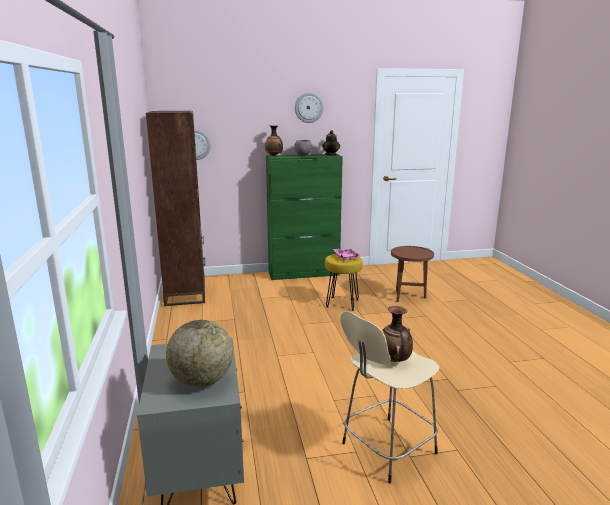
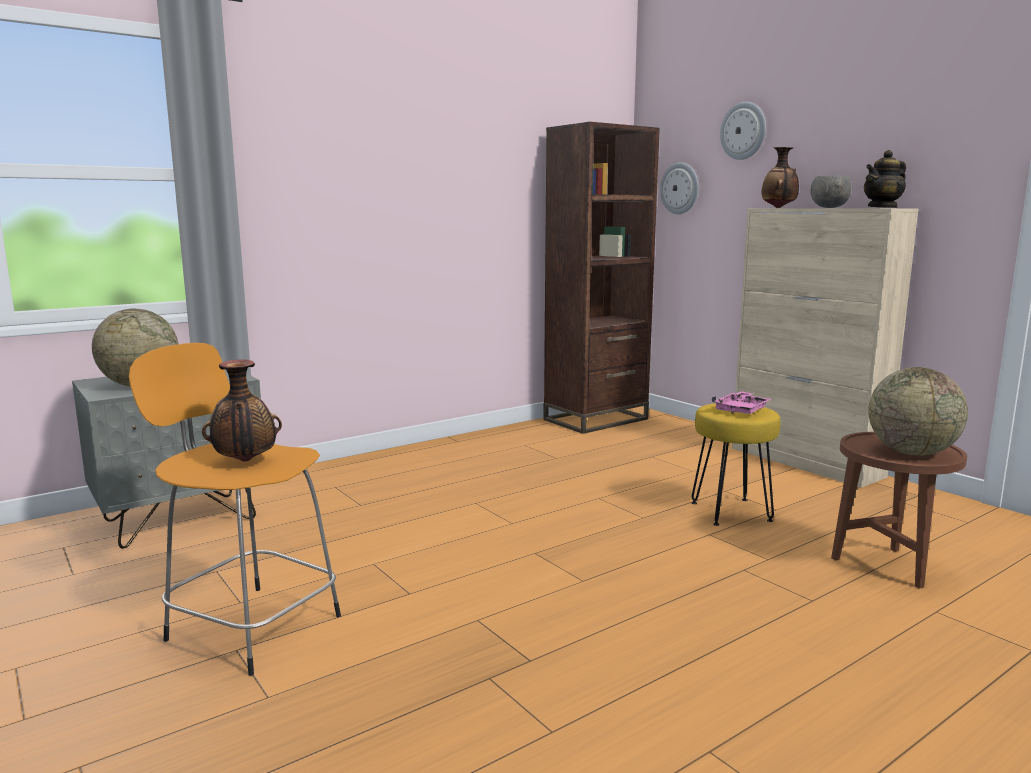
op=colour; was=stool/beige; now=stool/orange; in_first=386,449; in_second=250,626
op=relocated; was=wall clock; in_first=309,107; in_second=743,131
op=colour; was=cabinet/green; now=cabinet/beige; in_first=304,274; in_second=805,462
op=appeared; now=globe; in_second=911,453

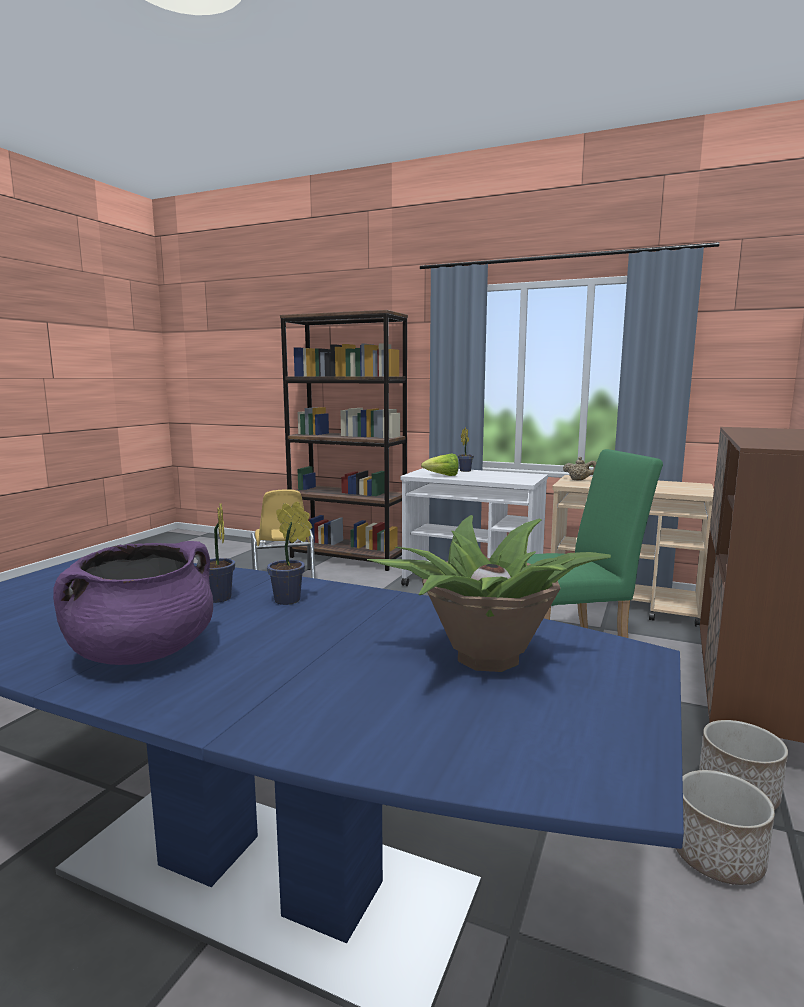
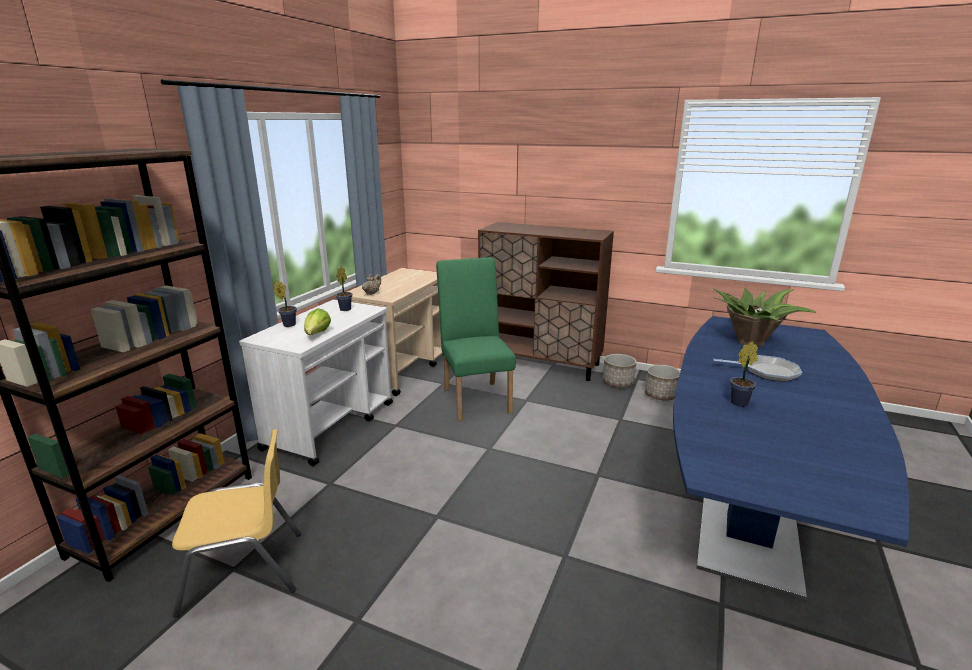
op=relocated; was=potted plant; in_first=290,601; in_second=346,309
op=appeared; now=frying pan; in_second=767,372
op=missing; was=cooking pot/purple; in_first=143,653

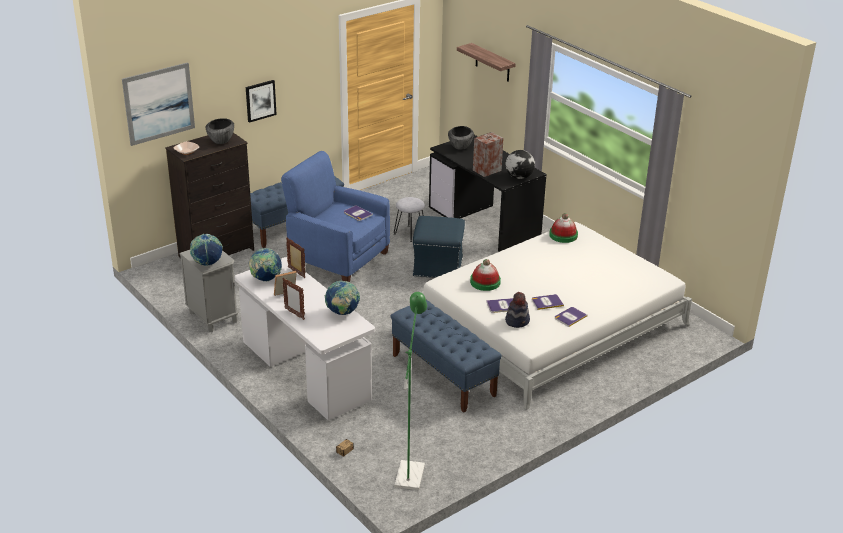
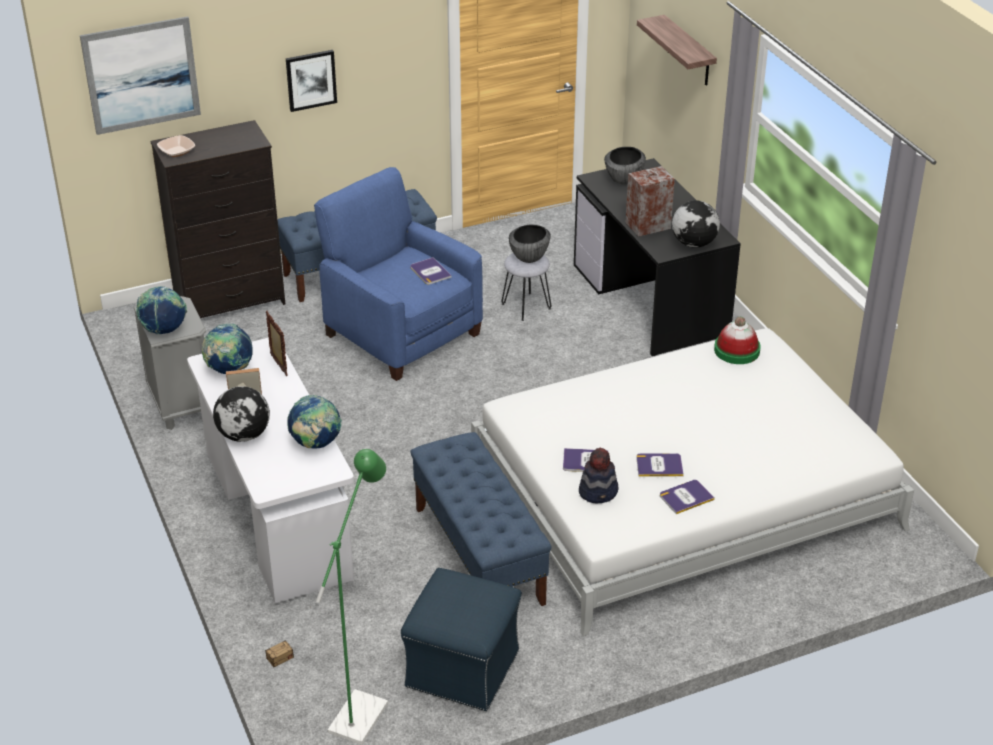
op=exchanged; was=picture frame; now=globe; in_first=294,314; in_second=244,435
op=relocated; was=ottoman/blue; in_first=438,266; in_second=463,667
op=relocated; was=bowl; in_first=221,141; in_second=529,257
op=missing; was=hat; in_first=485,282

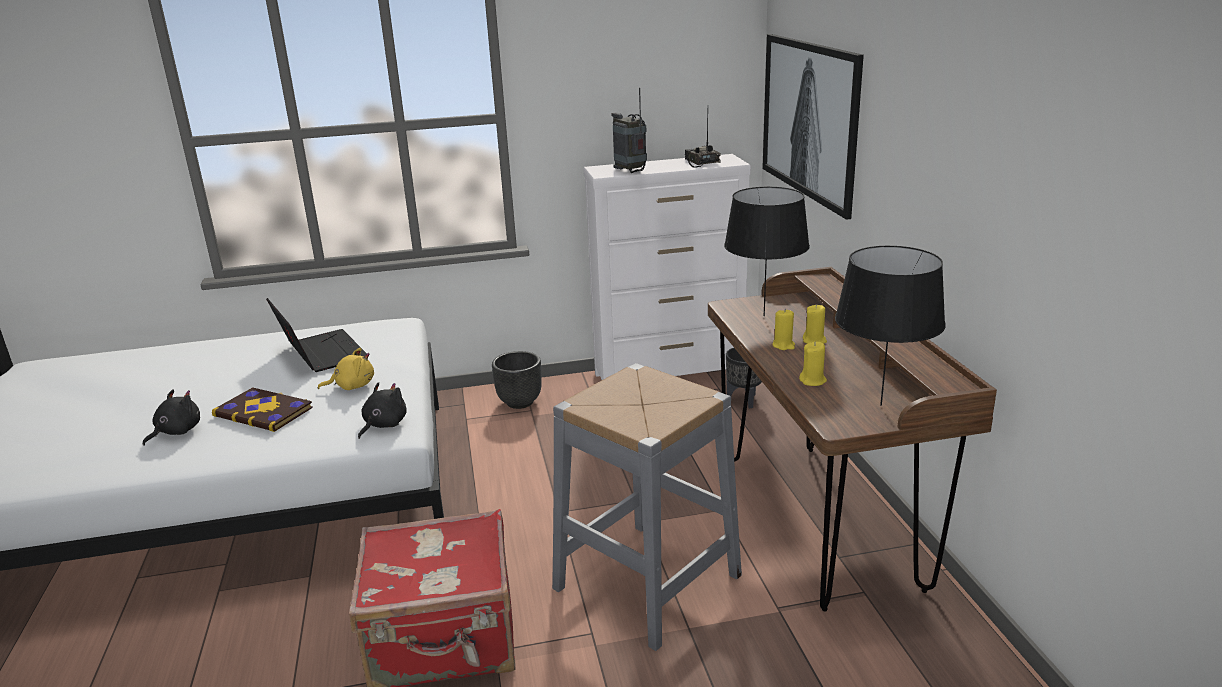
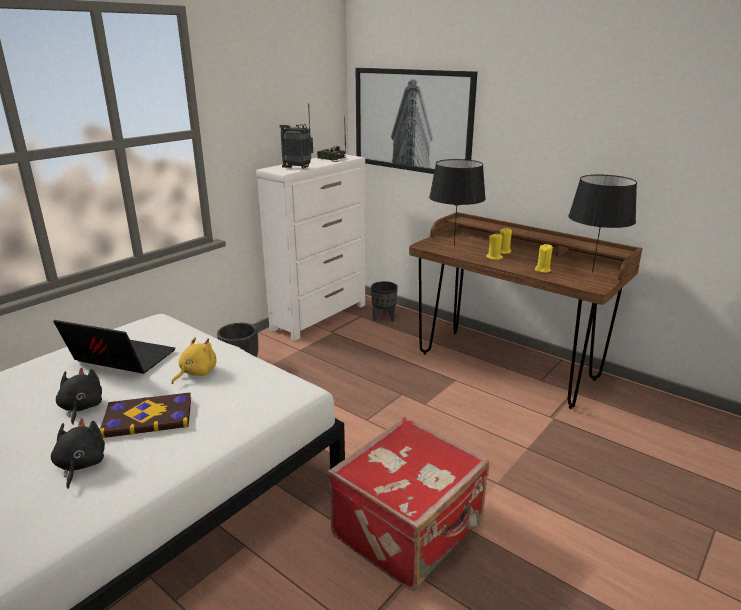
op=relocated; was=plush toy/black; in_first=383,425; in_second=81,408
op=missing; was=stool/grey; in_first=647,581

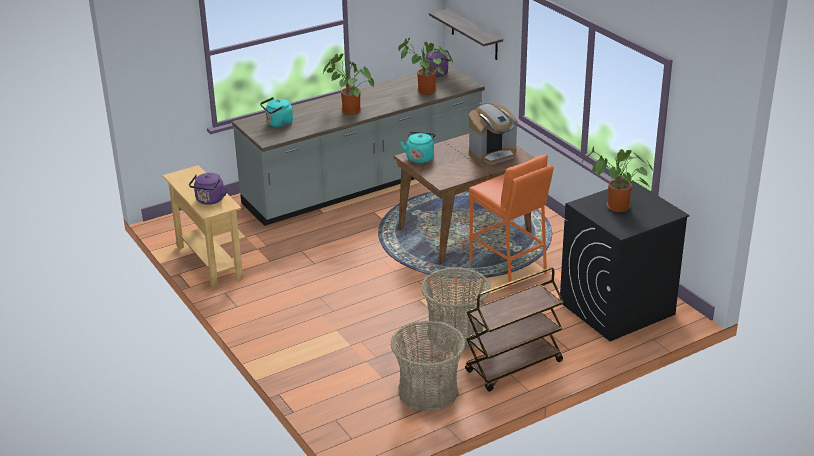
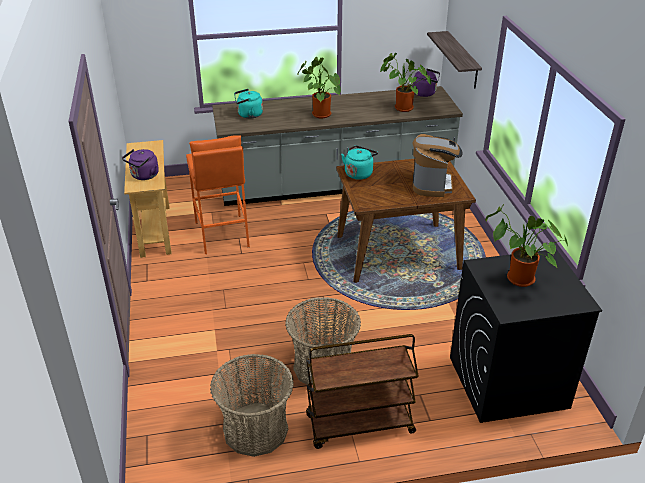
op=relocated; was=stool/orange; in_first=508,268; in_second=222,234
op=spun; was=coffee machine; in_first=492,154; in_second=432,184; clockwise=-75

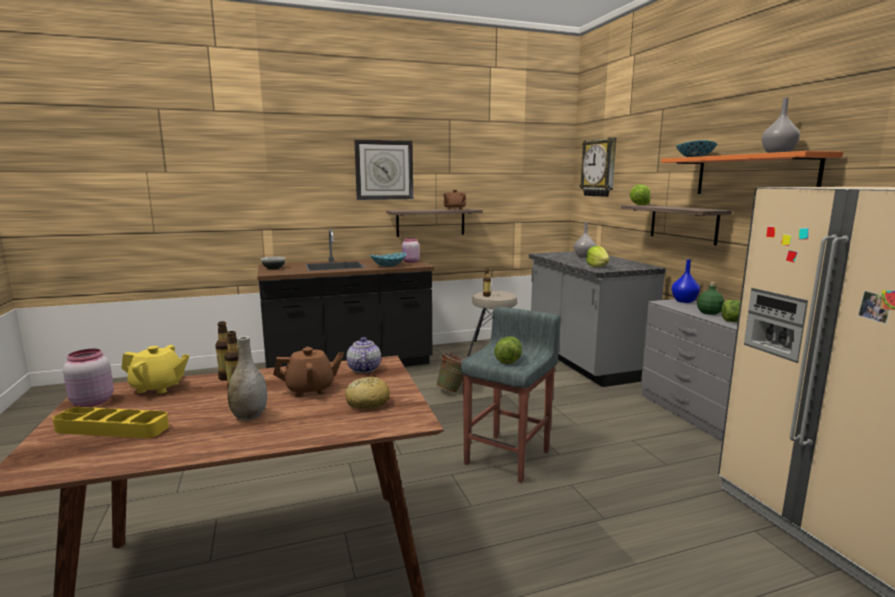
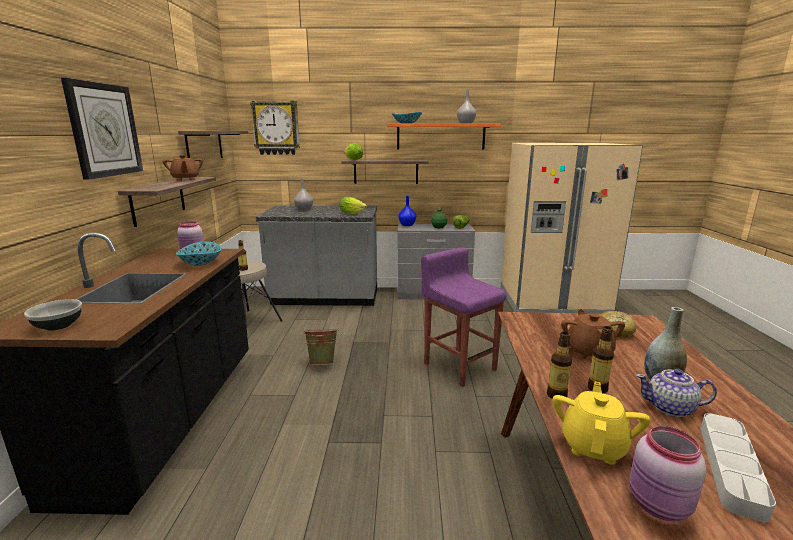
op=appeared; now=shelf; in_second=204,145
op=colour; was=stool/grey; now=stool/purple; in_first=508,457; in_second=459,366
op=relocated; was=teapot; in_first=363,369; in_second=671,408
op=colour; was=tray/yellow; now=tray/grey; in_first=112,428; in_second=730,467
op=missing; was=lettuce; in_first=508,359

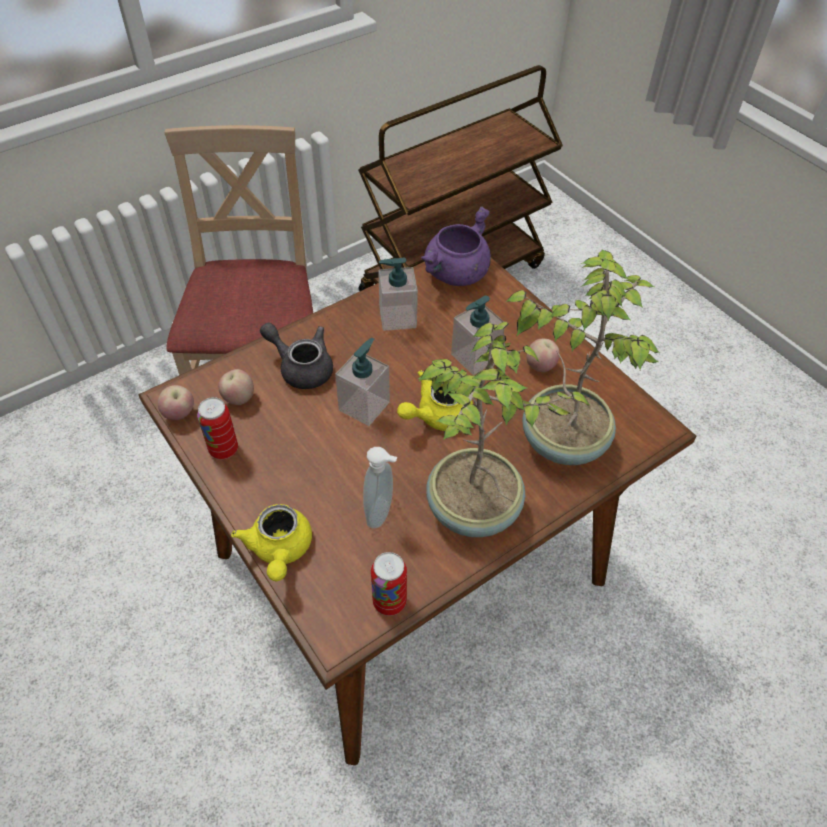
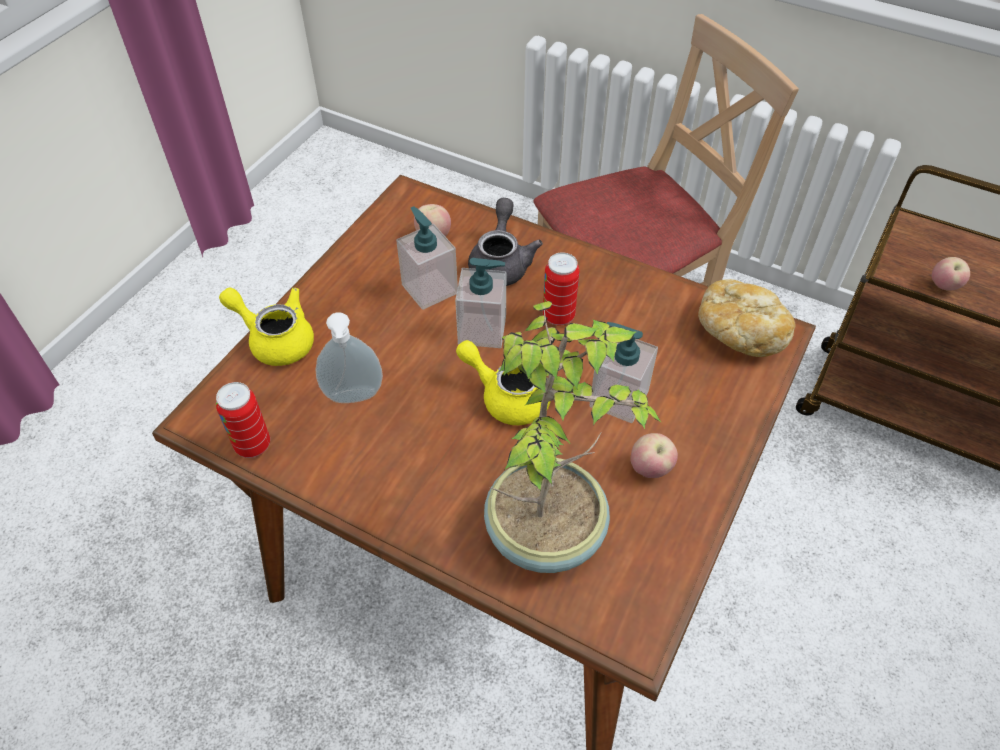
op=spun; was=teapot/yellow; in_first=279,550; in_second=275,339; clockwise=60
op=relocated; was=soap dispenser; in_first=397,317; in_second=429,289
op=relocated; was=can; in_first=224,449; in_second=558,316
op=exchanged; was=cooking pot/purple; now=bread; in_first=456,274; in_second=739,332
op=relocated; was=apple; in_first=179,414; in_second=943,286
op=missing; was=potted plant; in_first=474,511

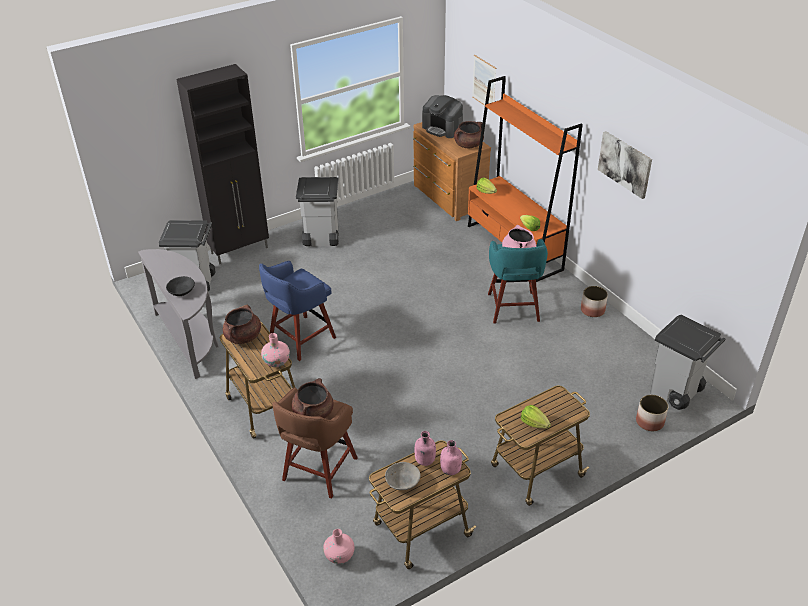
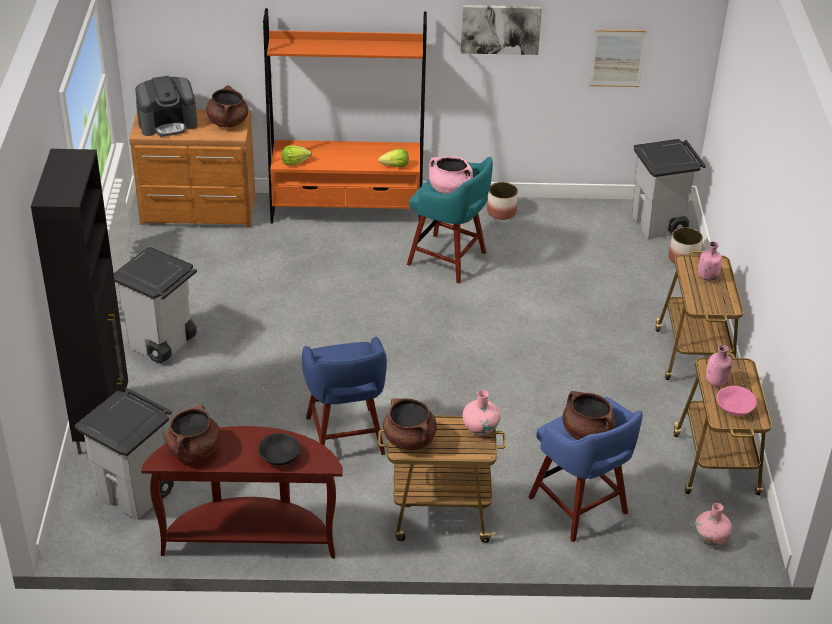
op=colour; was=console table/grey; now=console table/brown; in_first=190,339; in_second=250,537
op=appeared; now=cooking pot/brown; in_second=194,451
op=colour; was=stool/brown; now=stool/blue; in_first=318,471; in_second=579,507
op=relocated; was=picture; in_first=484,82; in_second=617,58
op=relocated; was=bottle/pink; in_first=451,470; in_second=707,277
op=colour; was=bowl/grey; now=bowl/pink; in_first=403,481; in_second=734,407
op=missing; was=lettuce; in_first=534,423

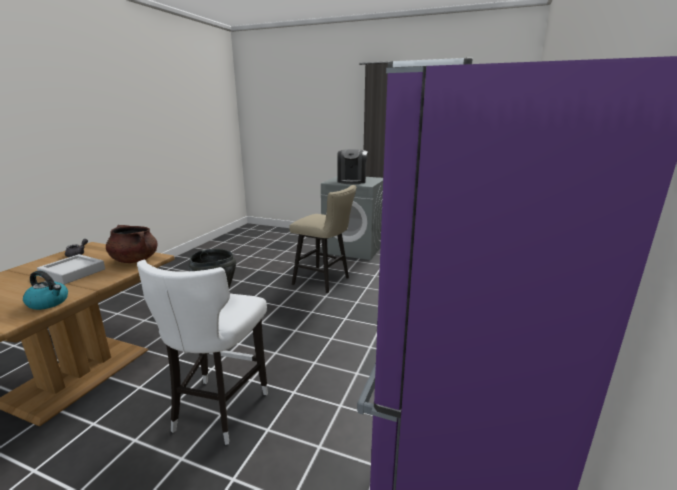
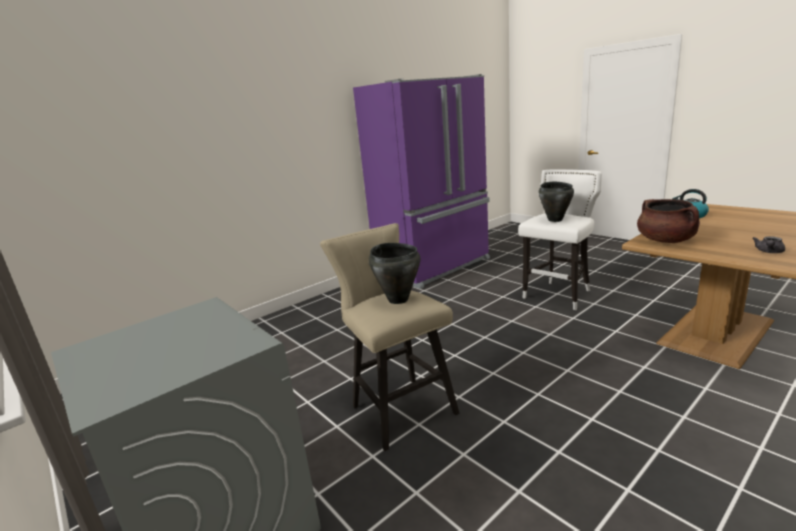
op=appeared; now=cooking pot/black; in_second=398,299
op=missing; was=tray/grey; in_first=73,273
op=missing; was=coffee machine; in_first=352,181

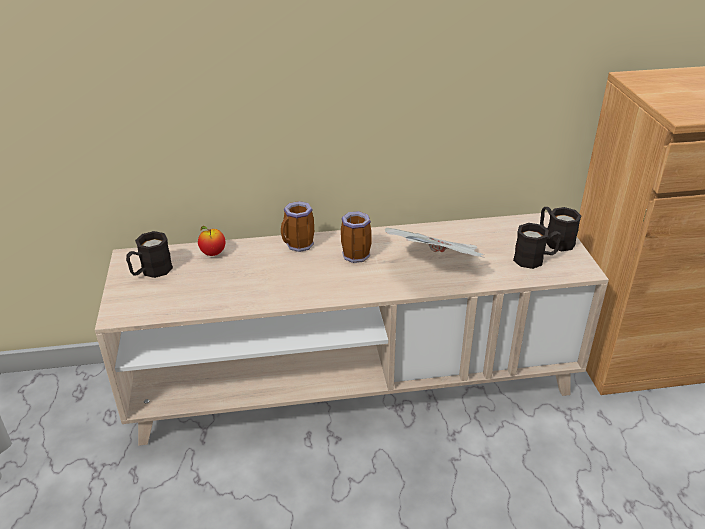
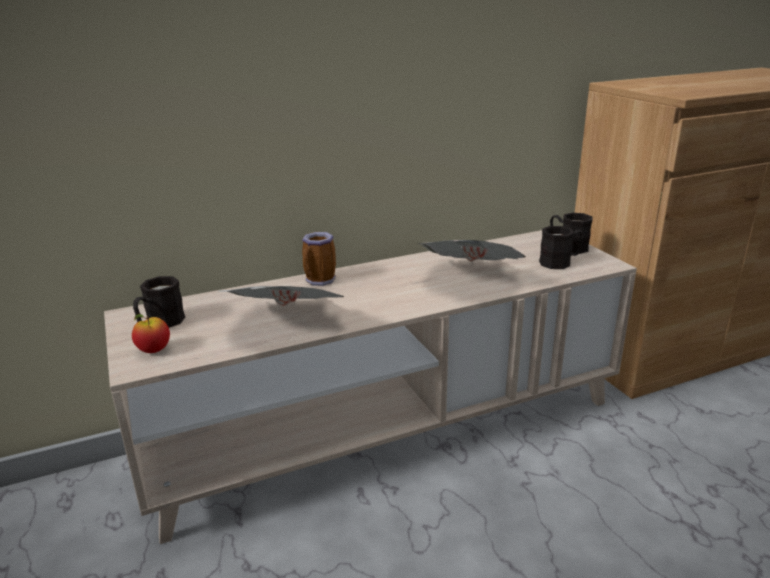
op=relocated; was=apple; in_first=213,253; in_second=154,350
op=appeared; now=newspaper; in_second=288,323
op=missing; was=mug; in_first=355,253

